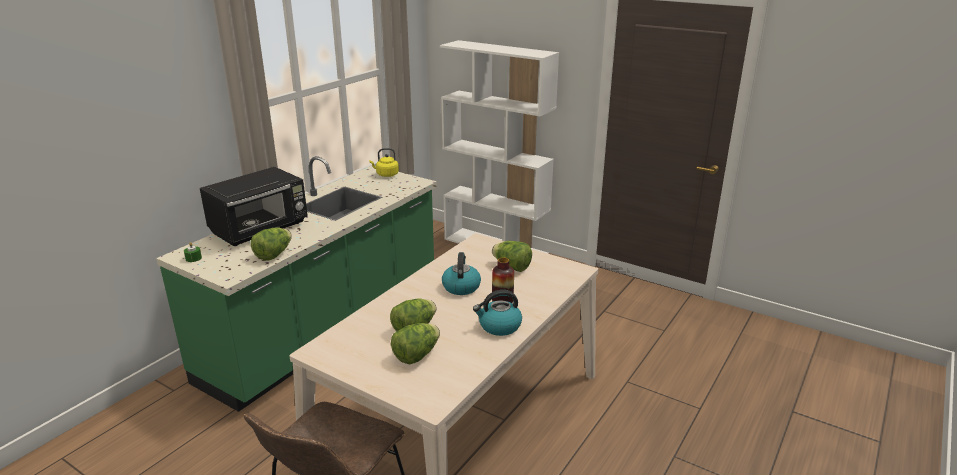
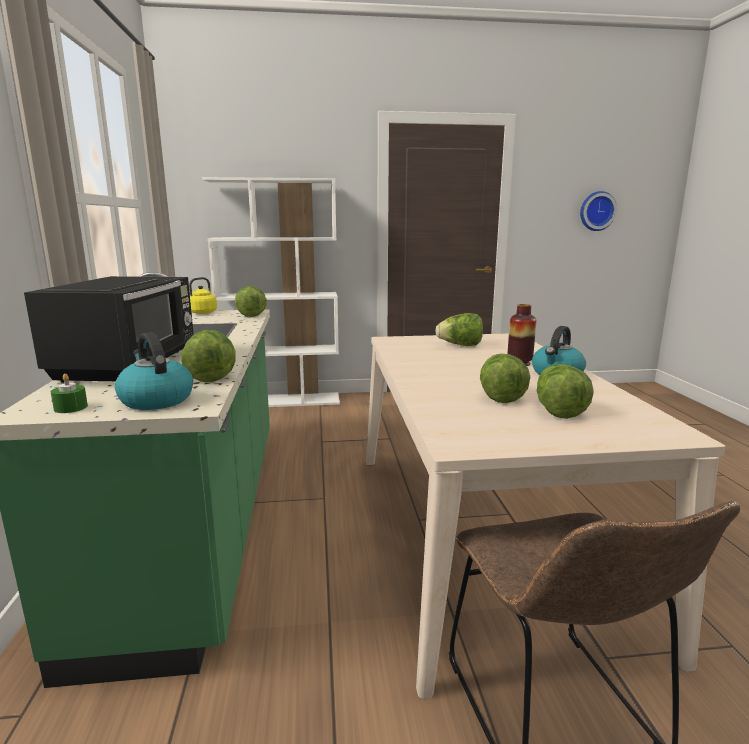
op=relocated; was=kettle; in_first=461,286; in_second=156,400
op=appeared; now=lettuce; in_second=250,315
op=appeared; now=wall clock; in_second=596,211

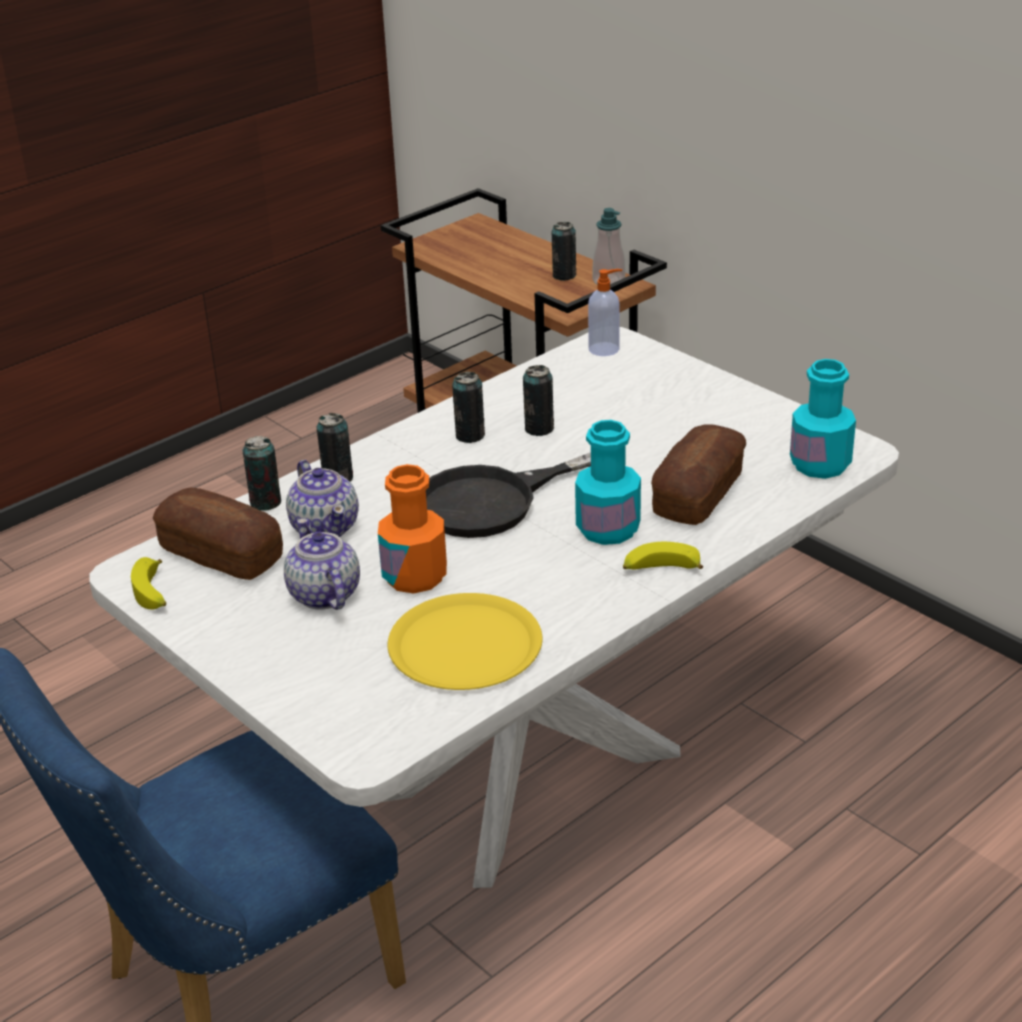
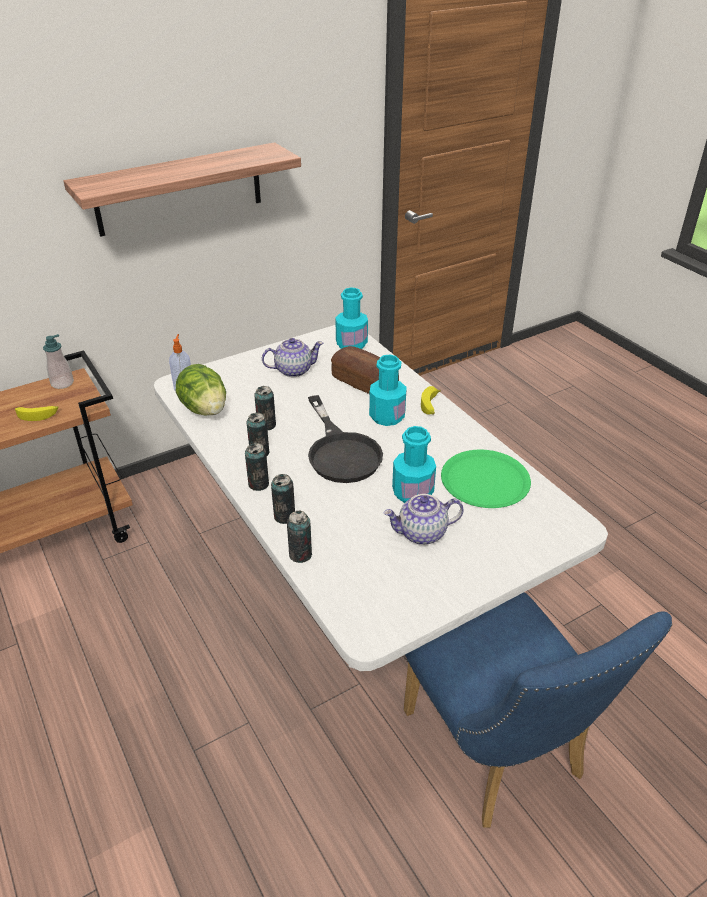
op=relocated; was=banana; in_first=154,593; in_second=38,415
op=appeared; now=shelf; in_second=179,189
op=appeared; now=lettuce; in_second=205,409
op=relocated; was=can; in_first=564,275; in_second=258,484
op=relocated; was=teapot; in_first=325,527; in_second=293,370
op=colour; was=bottle/orange; now=bottle/turquoise; in_first=415,576; in_second=412,492
op=colour; was=plate/yellow; now=plate/green; in_first=465,645; in_second=485,480
op=missing; was=bread; in_first=221,554

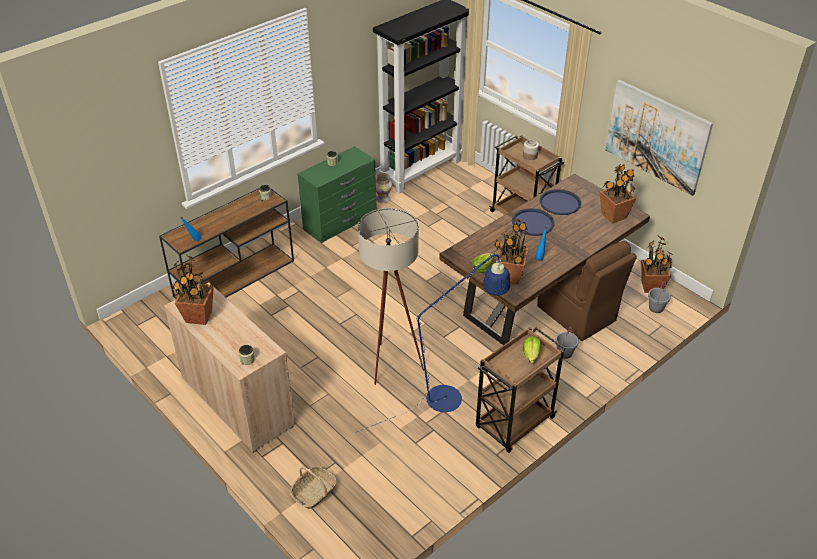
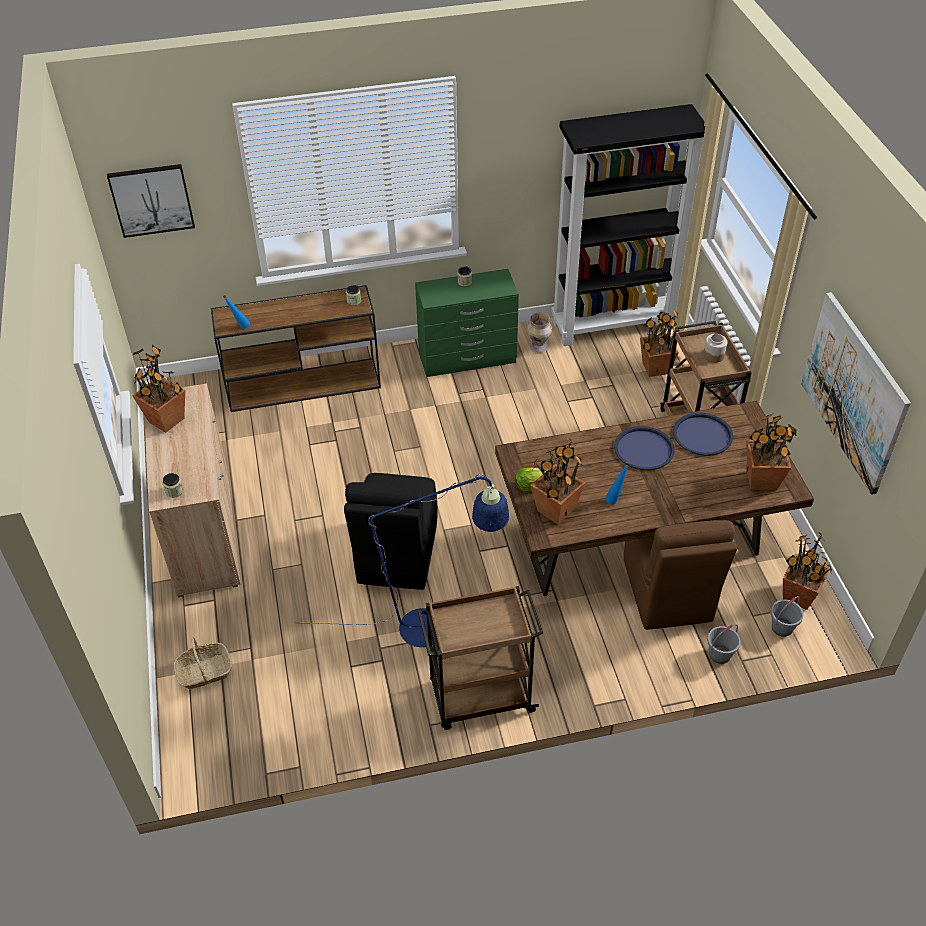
op=appeared; now=picture; in_second=151,200
op=exchanged; was=floor lamp/beige; now=chair/black; in_first=390,361; in_second=396,555
op=appeared; now=potted plant; in_second=655,368
op=relocated; was=bucket/grey; in_first=565,353; in_second=720,655
op=missing; was=lettuce; in_first=531,355

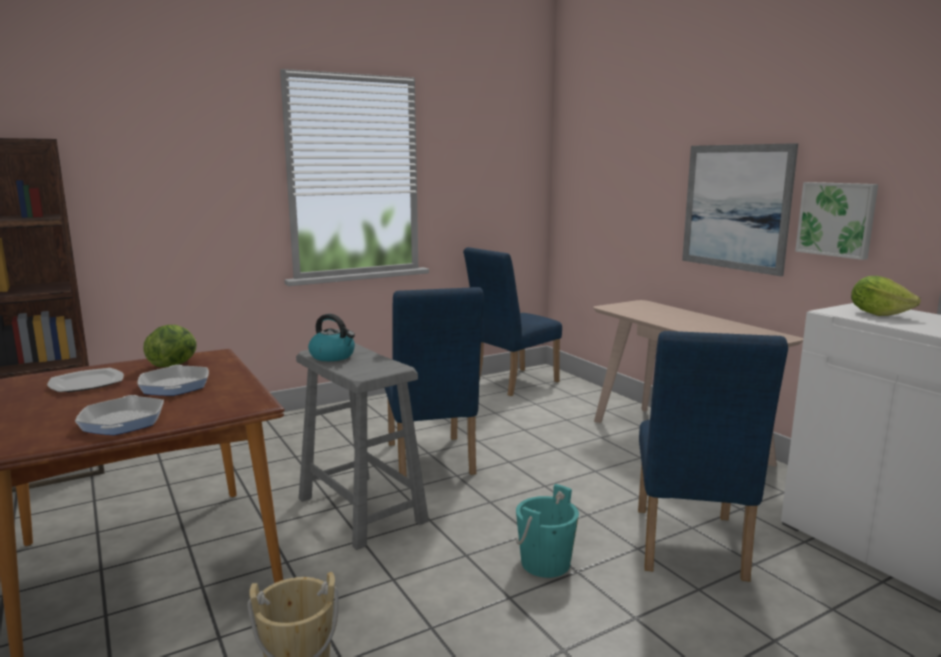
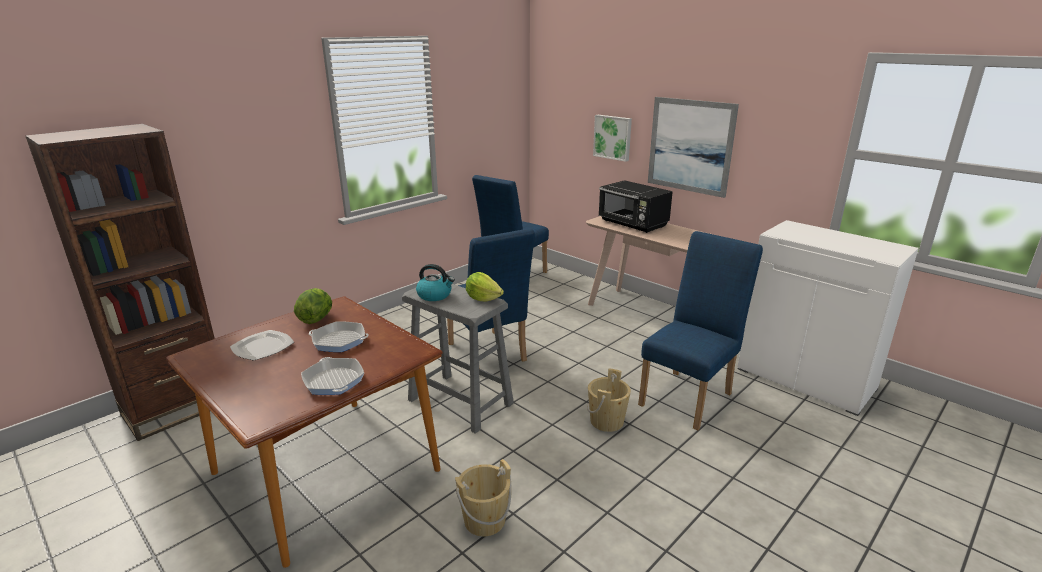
op=spun; was=frying pan; in_first=175,386; in_second=339,341; clockwise=-45
op=relocated; was=lettuce; in_first=878,314; in_second=483,298
op=colour; was=bucket/turquoise; now=bucket/beige; in_first=545,563; in_second=606,421
op=relocated; was=picture; in_first=837,219; in_second=613,137
op=appeared; now=microwave/black; in_second=633,224
op=spun; was=chair/blue; in_first=689,549; in_second=689,396; clockwise=-135

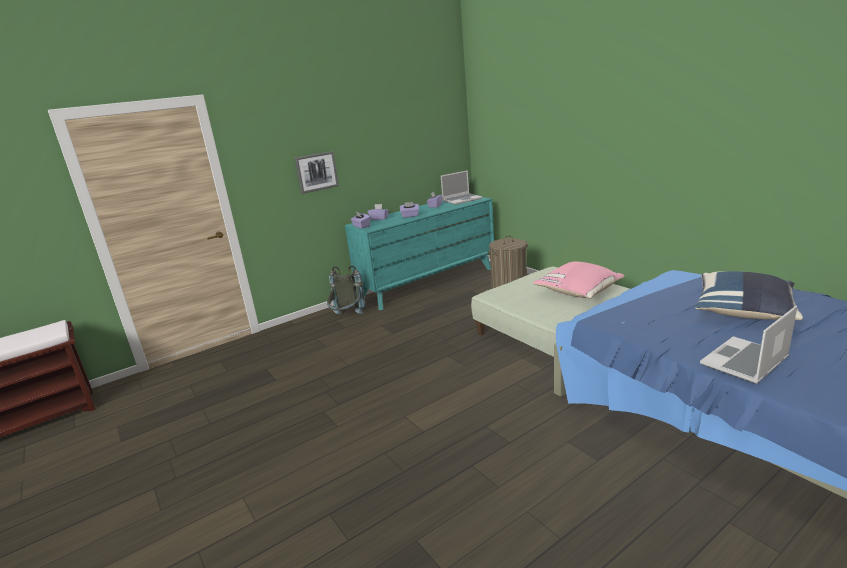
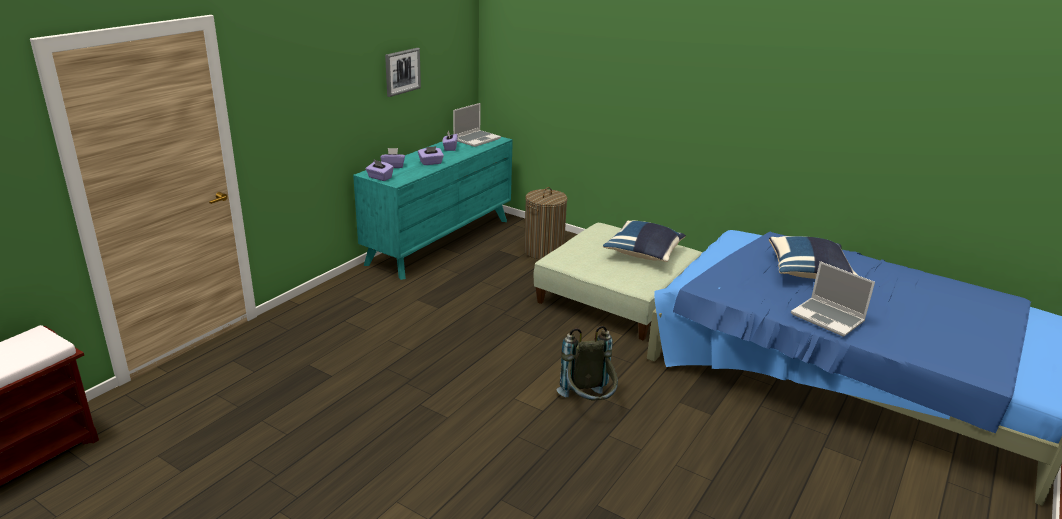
op=relocated; was=picture; in_first=316,172; in_second=402,71
op=relocated; was=backpack/grey; in_first=347,318; in_second=588,404
op=colour; was=pillow/pink; now=pillow/blue; in_first=579,292; in_second=644,254
op=spun; was=laptop; in_first=745,362; in_second=828,318; clockwise=-75

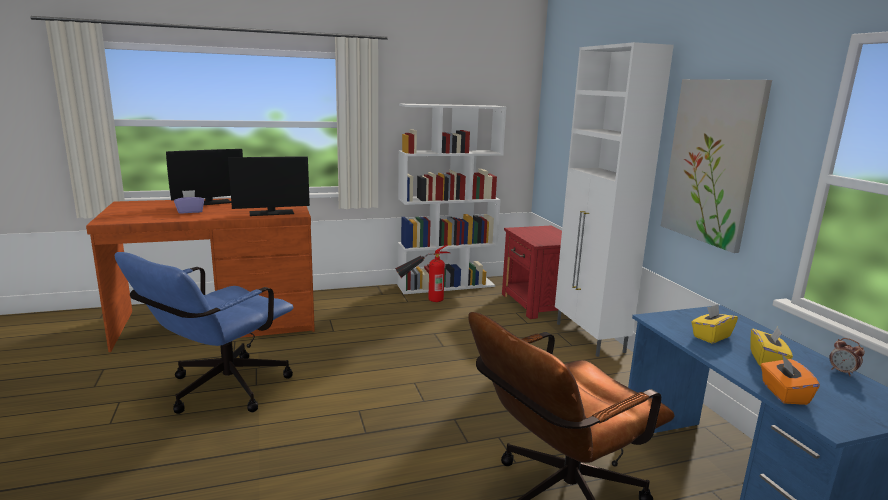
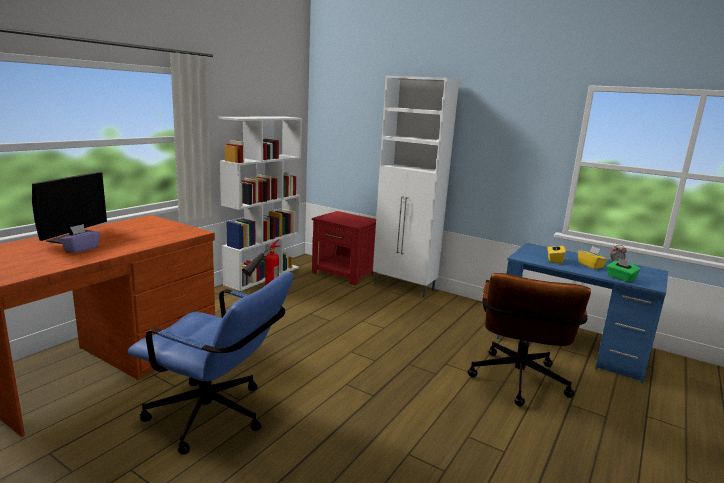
op=spun; was=office chair/blue; in_first=219,391; in_second=216,418; clockwise=-60
op=colour; was=tissue box/orange; now=tissue box/green; in_first=783,394; in_second=620,278
op=missing; was=monitor; in_first=271,213
op=missing; was=picture; in_first=712,162

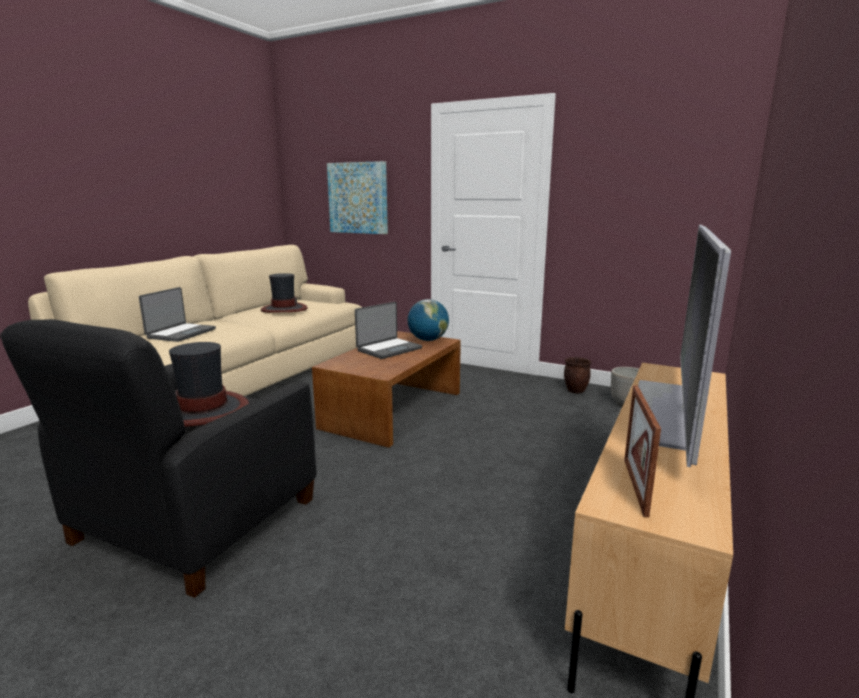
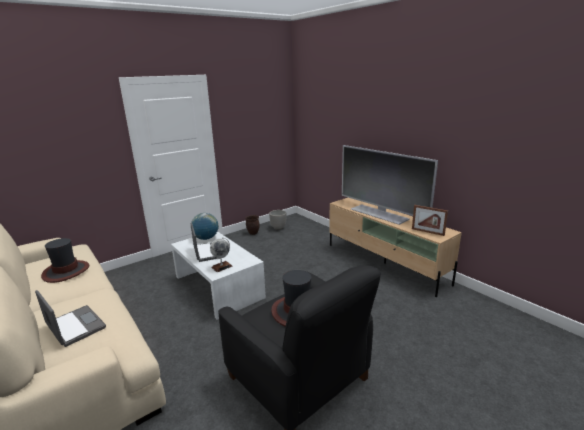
op=colour; was=coffee table/brown; now=coffee table/white; in_first=393,409; in_second=218,287
op=appeared; now=globe; in_second=222,267
op=missing; was=picture; in_first=358,198

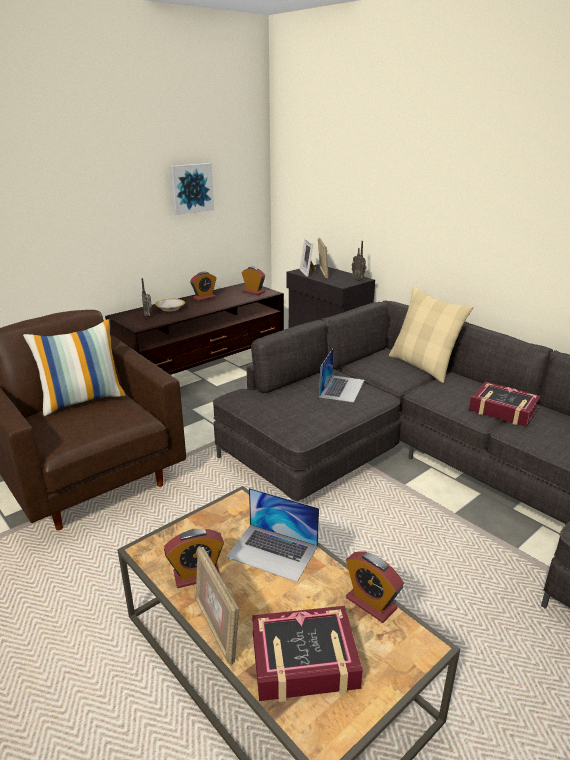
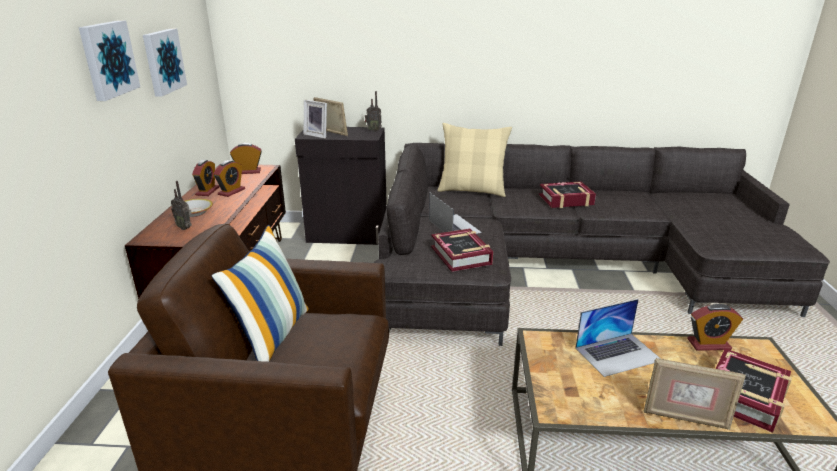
op=appeared; now=picture; in_second=107,59
op=relocated; was=alarm clock; in_first=196,575; in_second=231,191
op=appeared; now=book; in_second=461,255

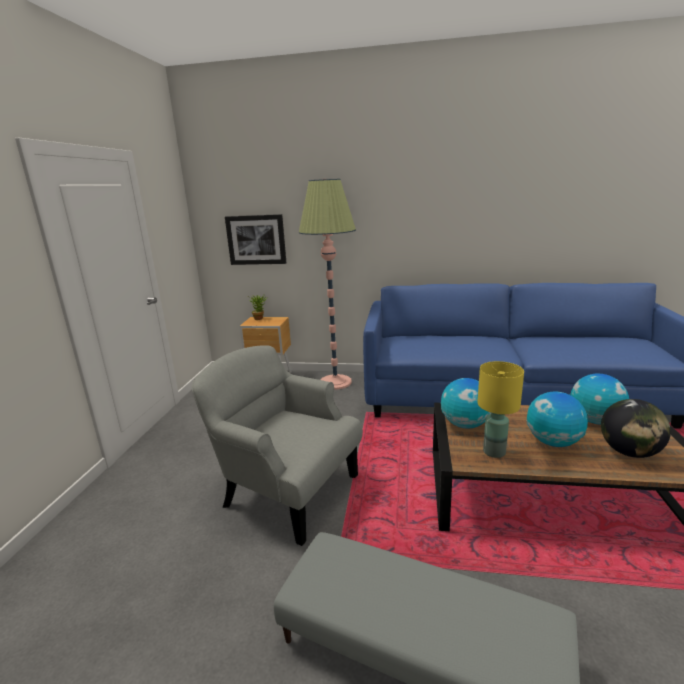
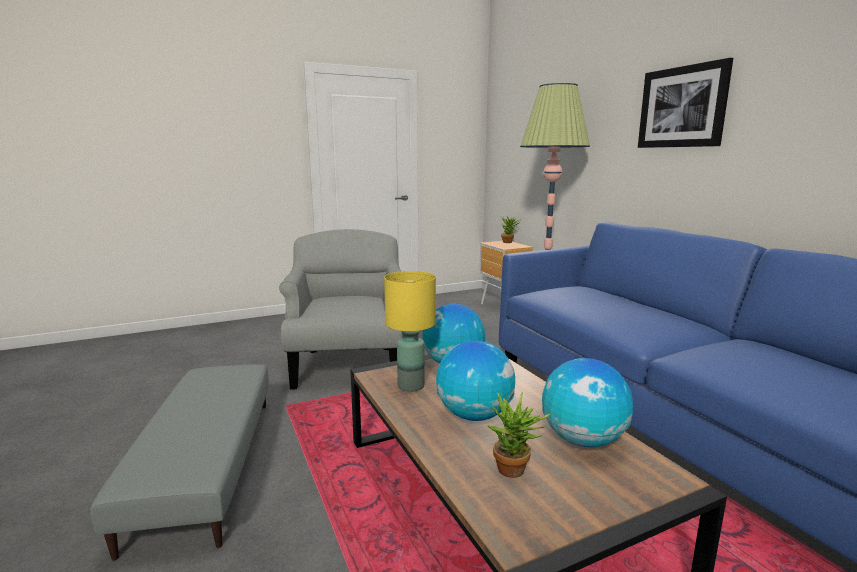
op=exchanged; was=globe; now=potted plant; in_first=629,452; in_second=515,472
op=relocated; was=picture; in_first=256,240; in_second=682,107

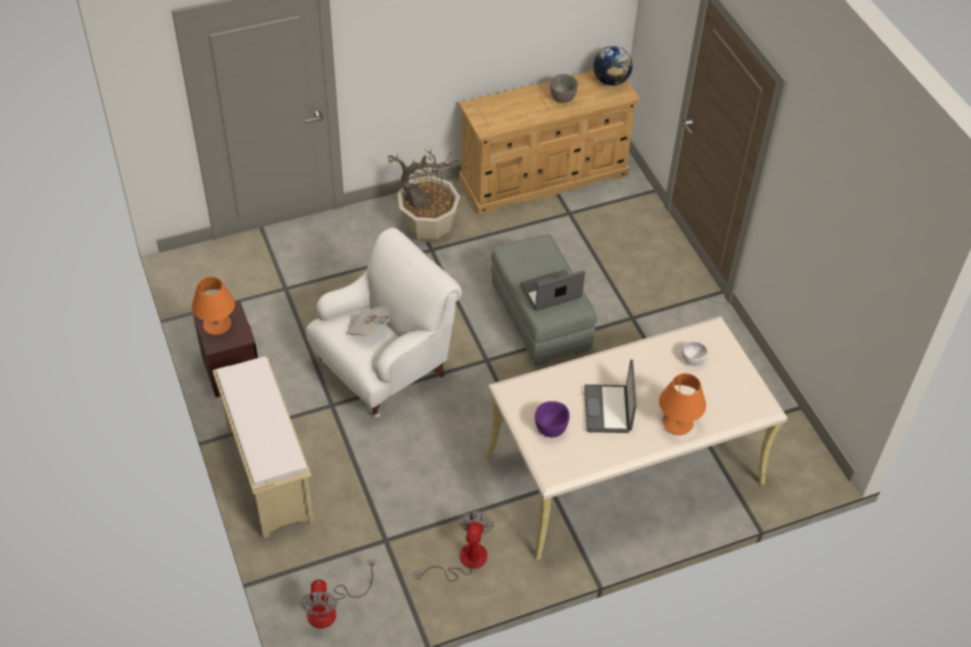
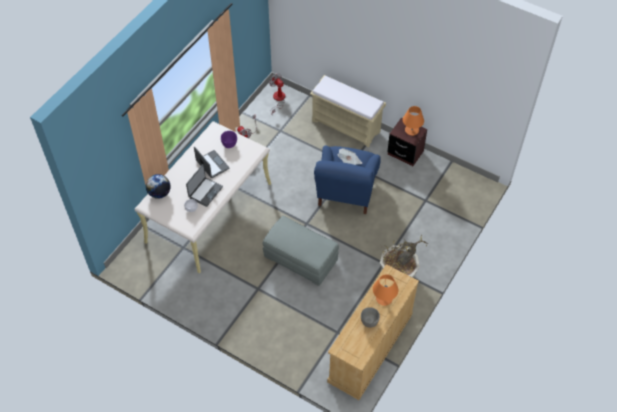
op=relocated; was=globe; in_first=610,81; in_second=159,193
op=relocated; was=laptop; in_first=551,293; in_second=205,192
op=colour; was=armchair/white; now=armchair/blue; in_first=385,368; in_second=346,192
op=relocated; was=table lamp/orange; in_first=678,423; in_second=384,298

